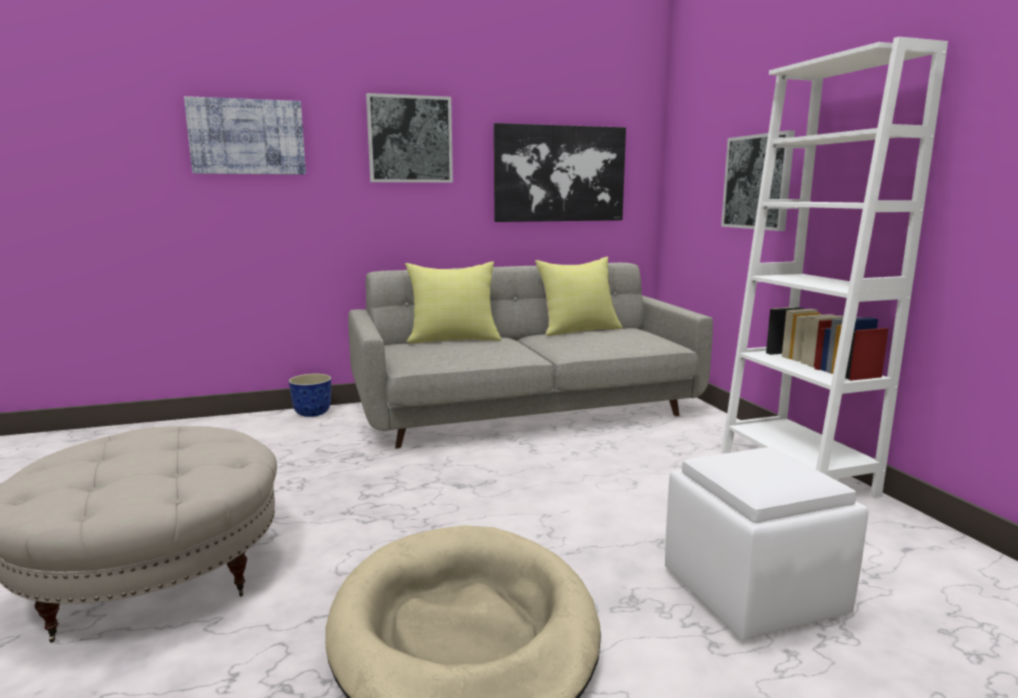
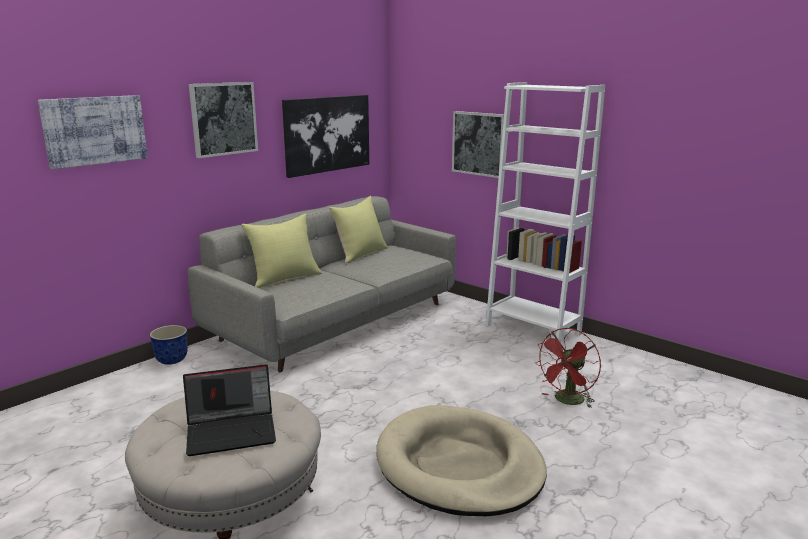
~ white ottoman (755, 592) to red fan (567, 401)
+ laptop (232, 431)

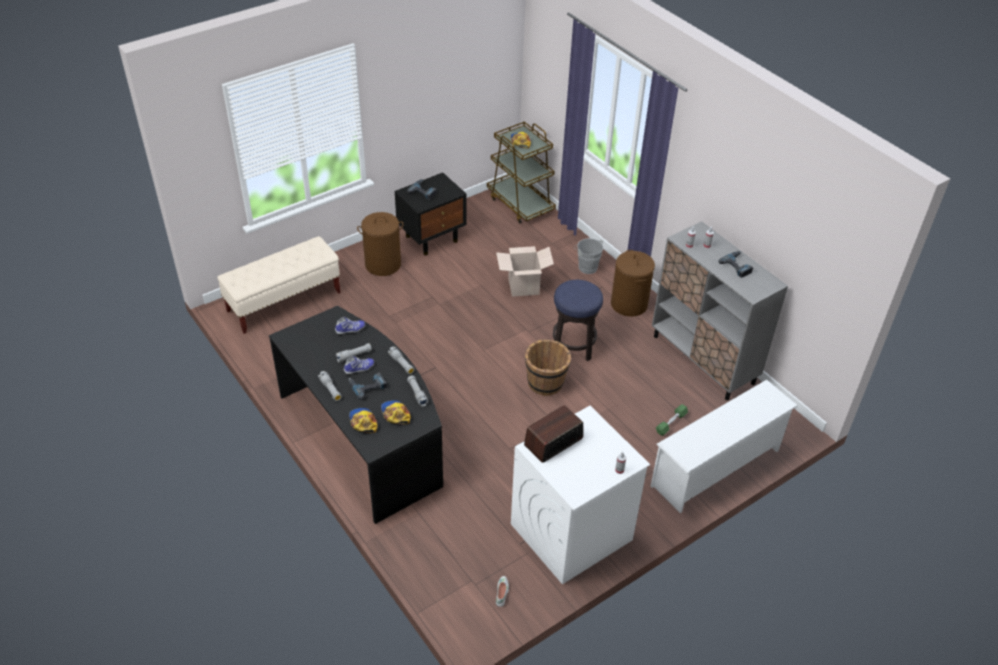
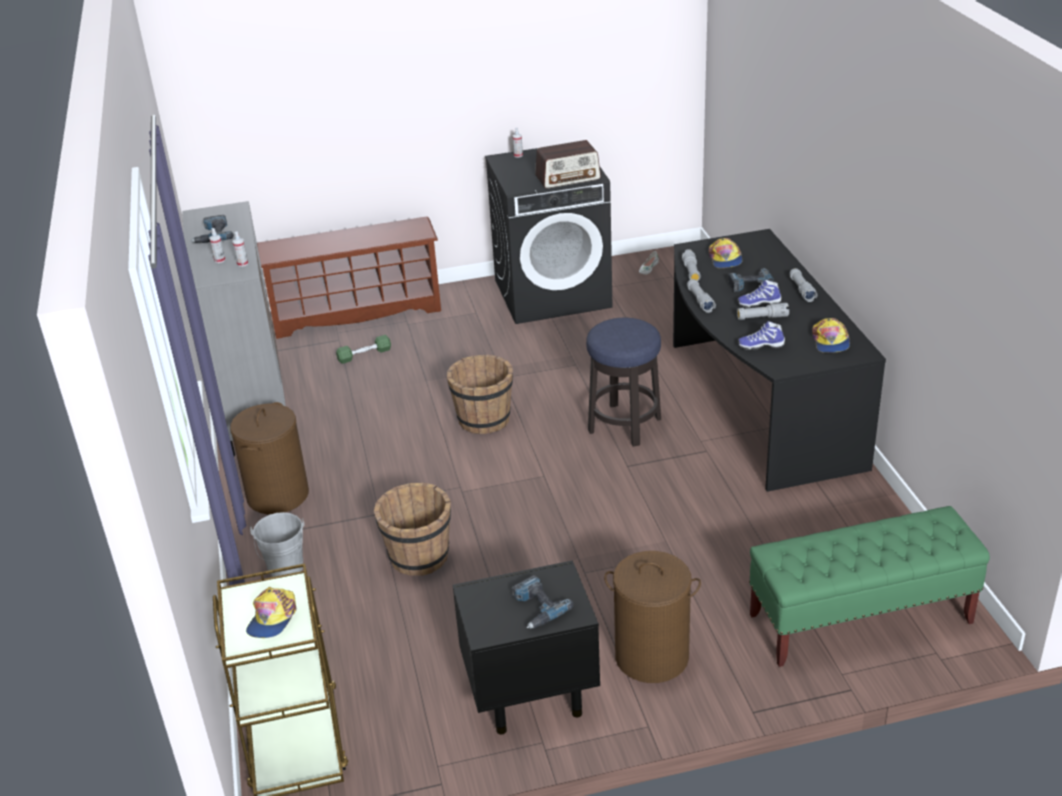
~ beige bench (284, 302) to green bench (859, 619)
~ cardboard box (523, 286) to brown bucket (419, 557)
~ stool (573, 346) to (624, 425)
~ white shoe rack (716, 469) to brown shoe rack (357, 312)
~ white washing machine (571, 532) to black washing machine (553, 293)
~ cap (363, 422) to (830, 341)

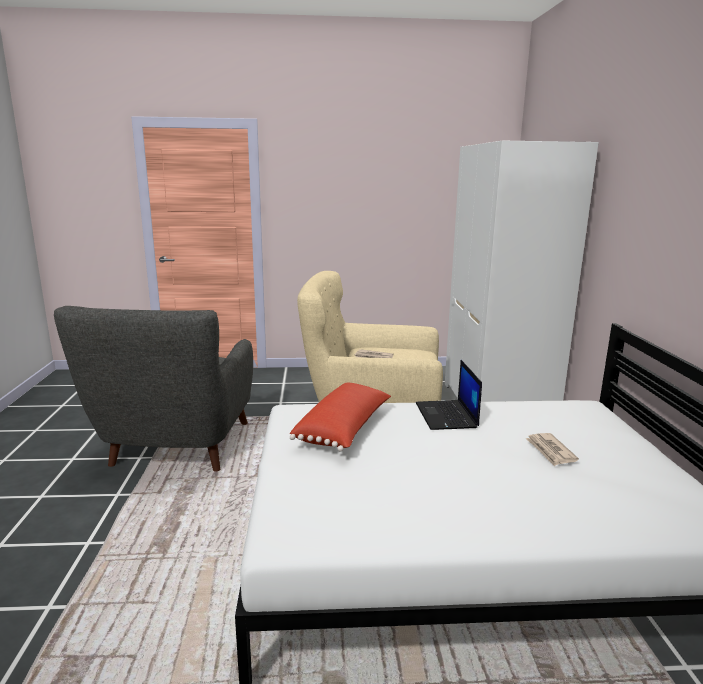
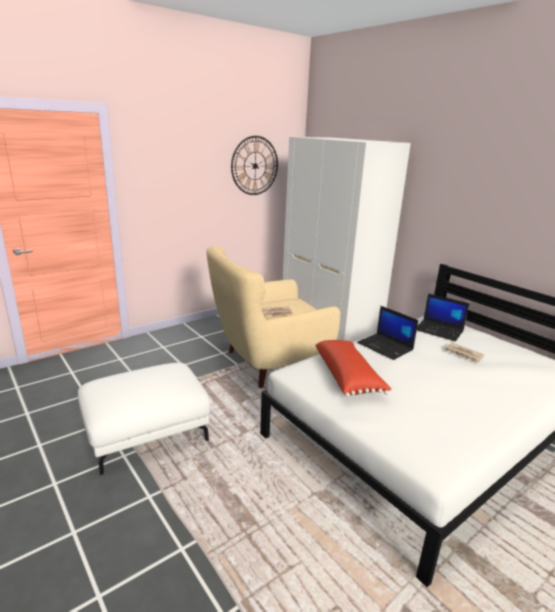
~ grey armchair (177, 448) to white ottoman (146, 434)
+ wall clock (255, 166)
+ laptop (439, 330)

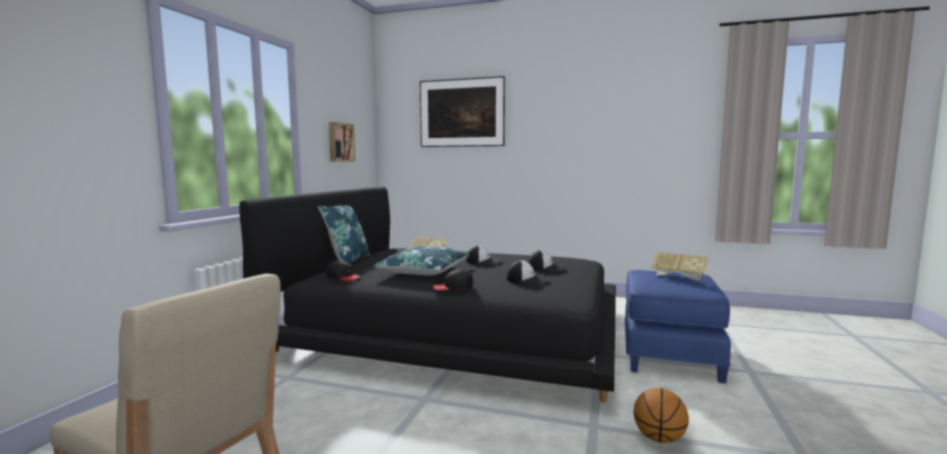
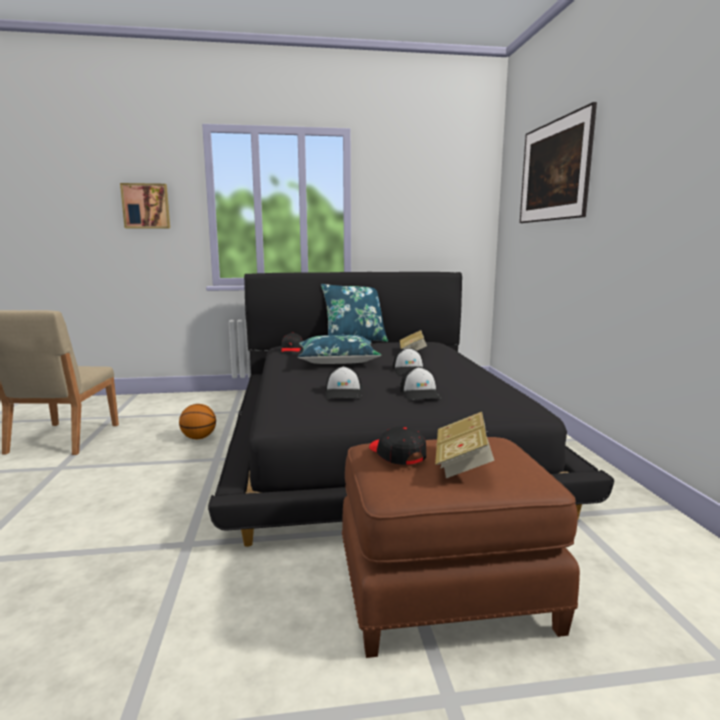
~ picture (340, 142) to (146, 206)
~ black cap (453, 287) to (396, 454)
~ blue ottoman (668, 354) to brown ottoman (444, 589)
~ basketball (659, 438) to (199, 438)

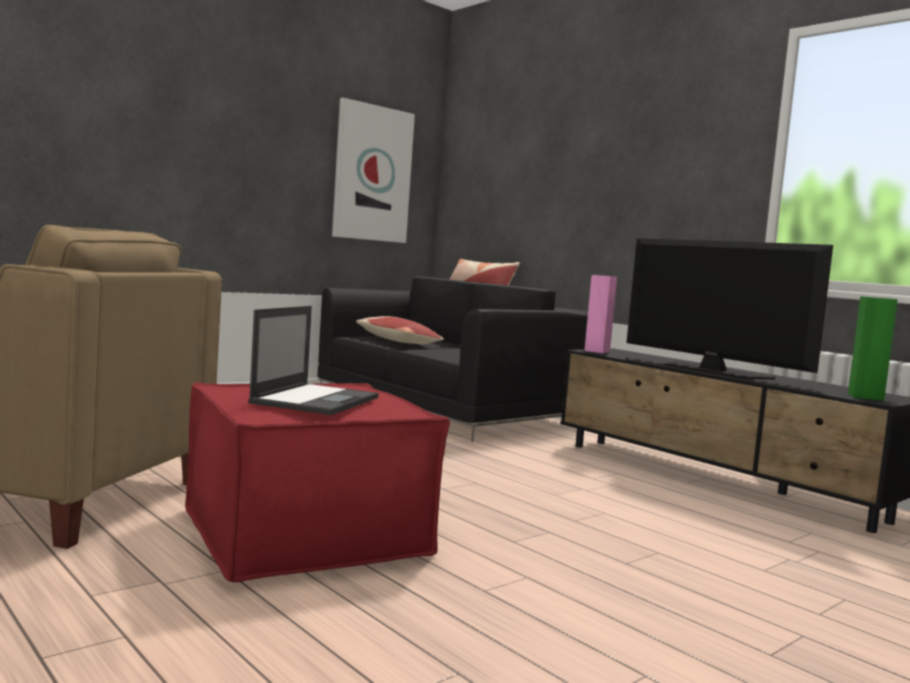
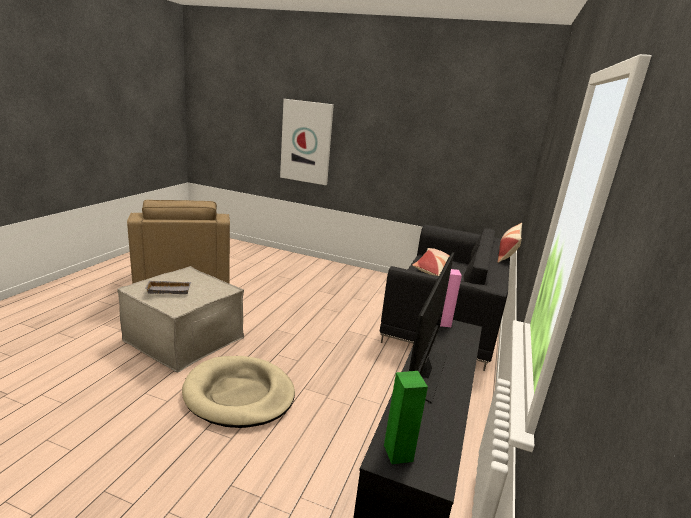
~ picture (372, 173) to (306, 142)
~ laptop (316, 400) to grey tray (169, 289)
~ red ottoman (304, 532) to beige ottoman (185, 339)
+ beige dog bed (239, 395)

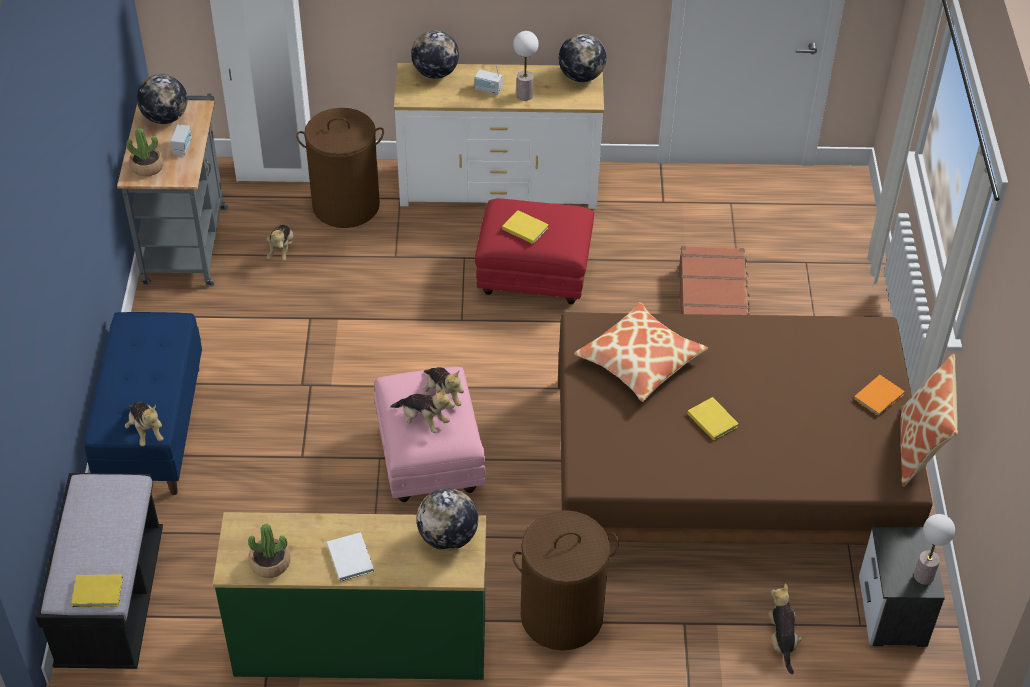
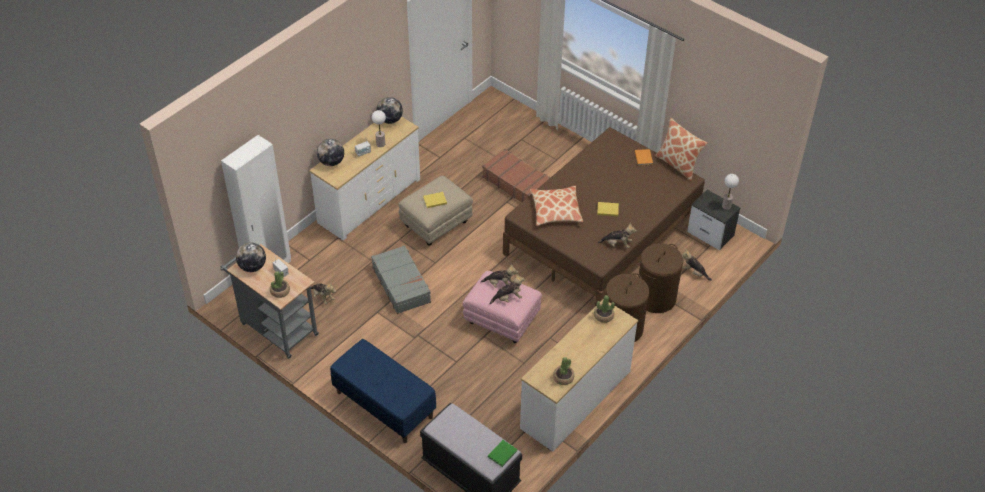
~ brown laundry basket (346, 205) to (655, 298)
~ red ottoman (535, 276) to beige ottoman (436, 223)
~ plush toy (145, 431) to (617, 244)
~ globe (448, 537) to potted plant (603, 316)
~ green dresser (361, 645) to white dresser (576, 400)
- white book (350, 557)
~ yellow book (99, 593) to green book (503, 453)
+ grey suitcase (401, 284)

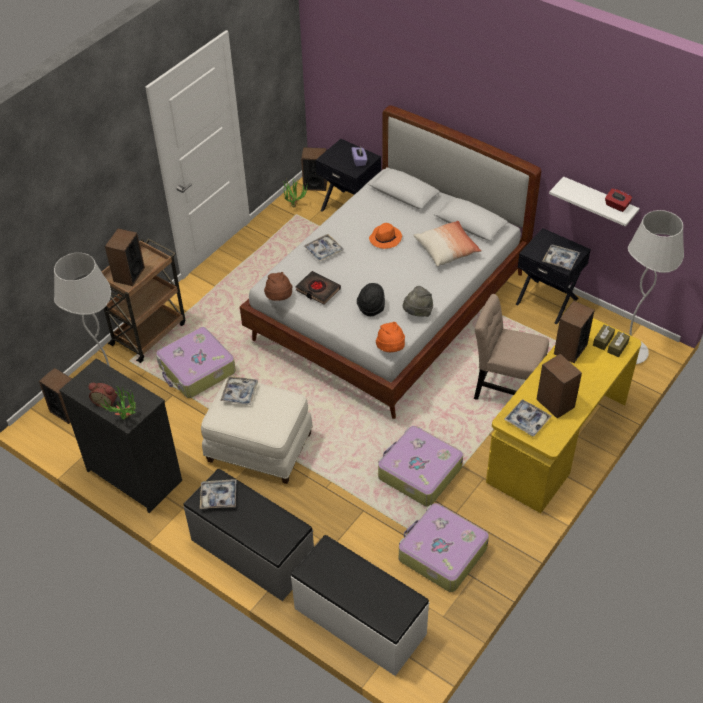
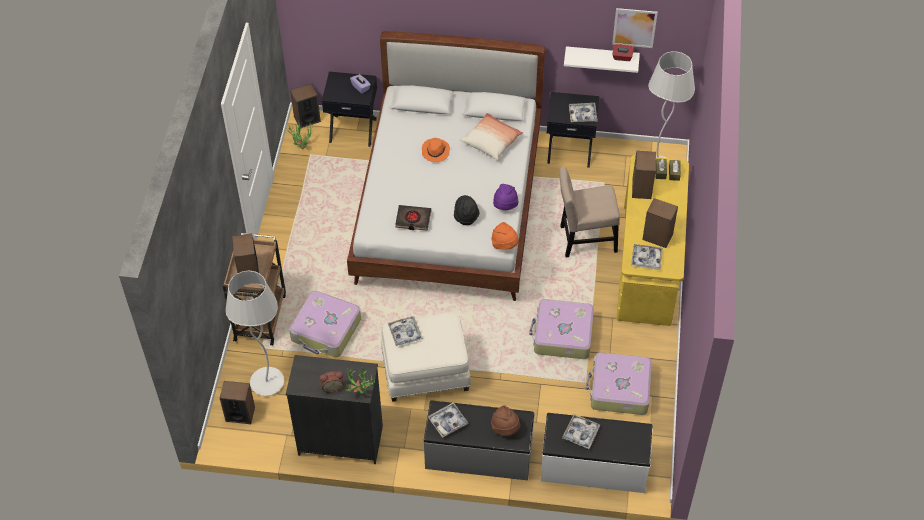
~ tray (323, 251) to (581, 433)
~ brown hat (279, 298) to (505, 428)
~ grey hat (417, 313) to purple hat (505, 206)
+ picture (634, 27)

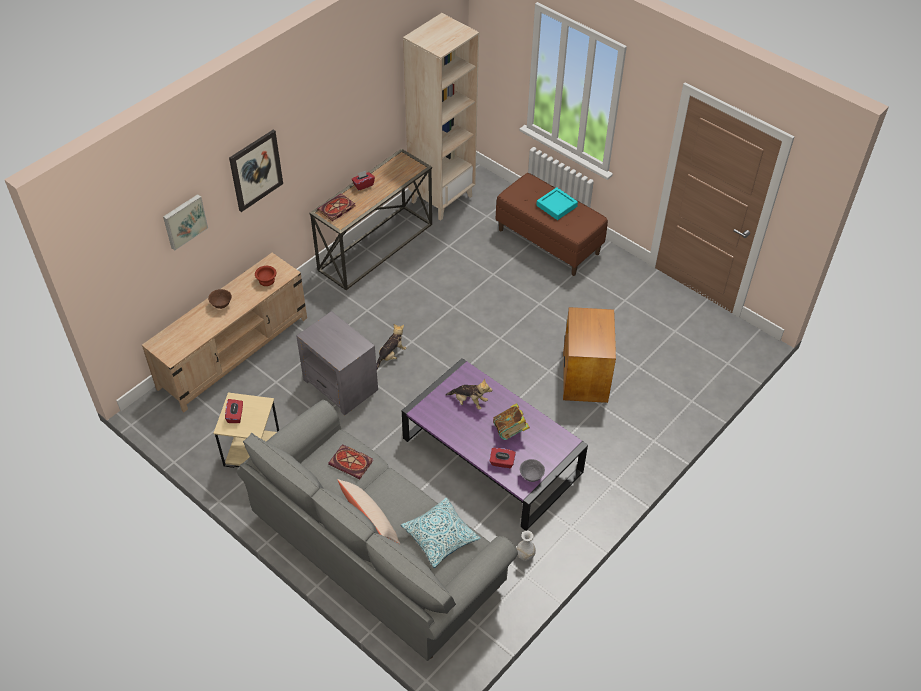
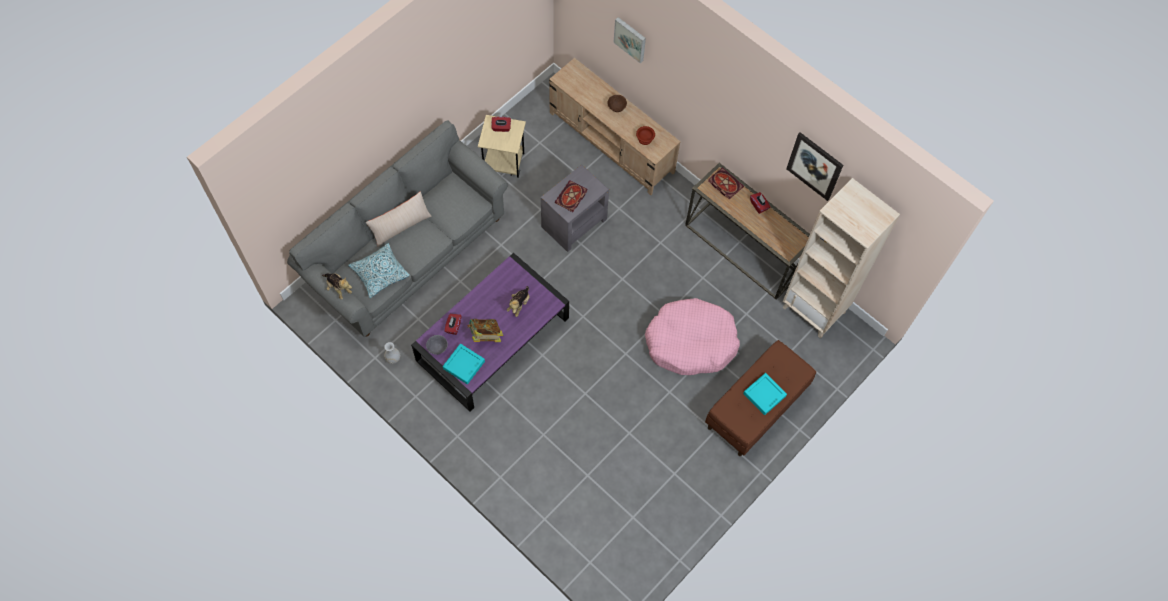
~ picture (256, 170) to (814, 166)
- brown side table (584, 377)
~ plush toy (391, 355) to (338, 288)
~ book (352, 462) to (571, 198)
+ pink dog bed (690, 342)
+ turquoise tray (464, 365)

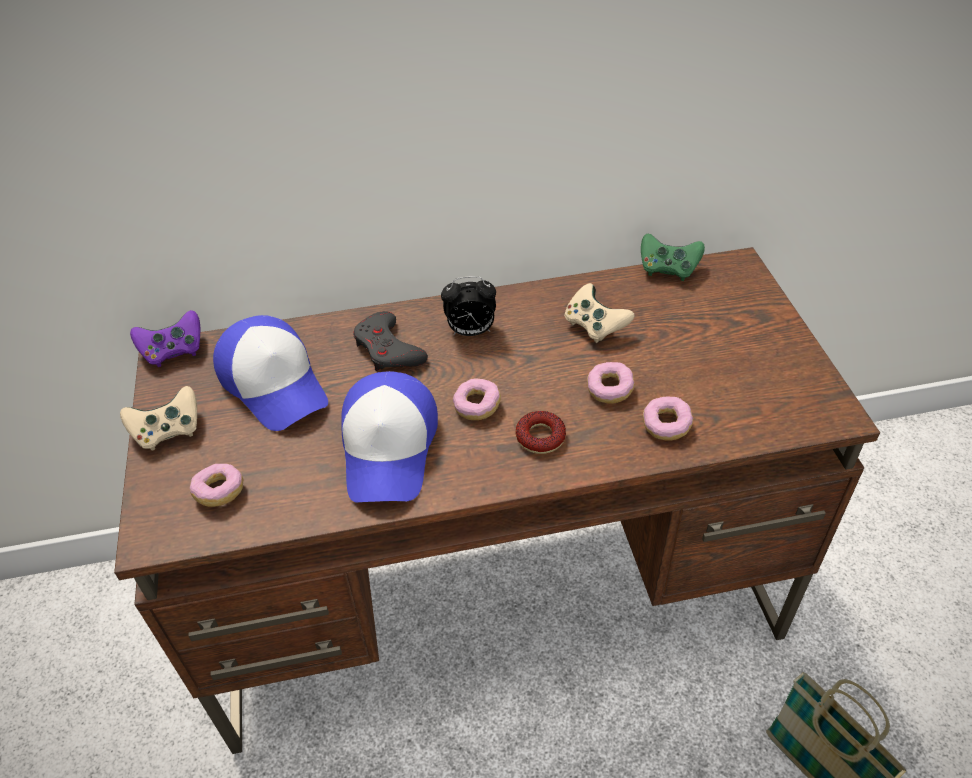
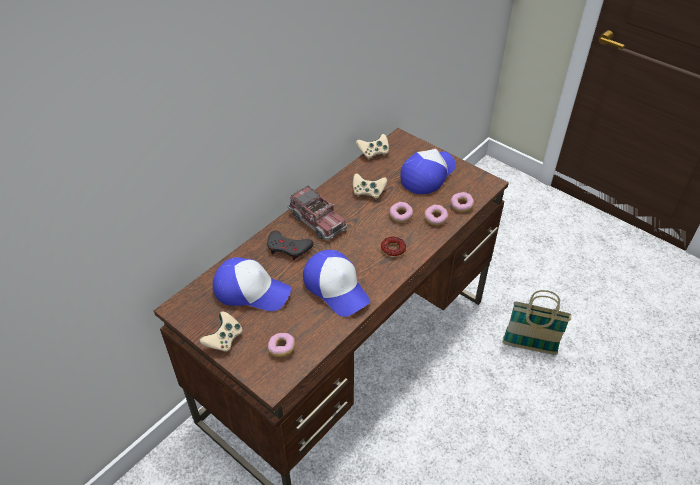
~ green game controller (667, 269) to beige game controller (373, 153)
~ alarm clock (470, 331) to toy truck (317, 221)
- purple game controller (173, 351)
~ donut (477, 406) to (461, 206)
+ cap (427, 175)

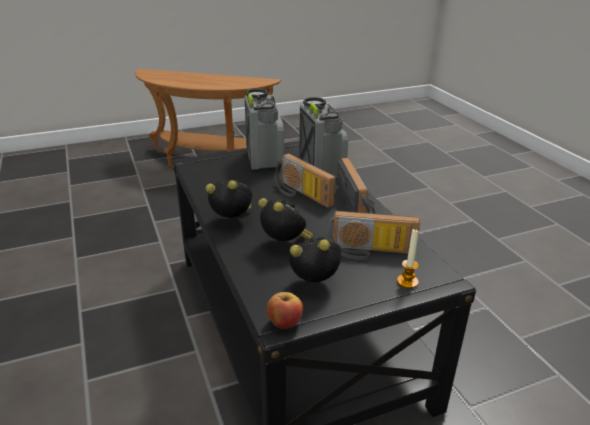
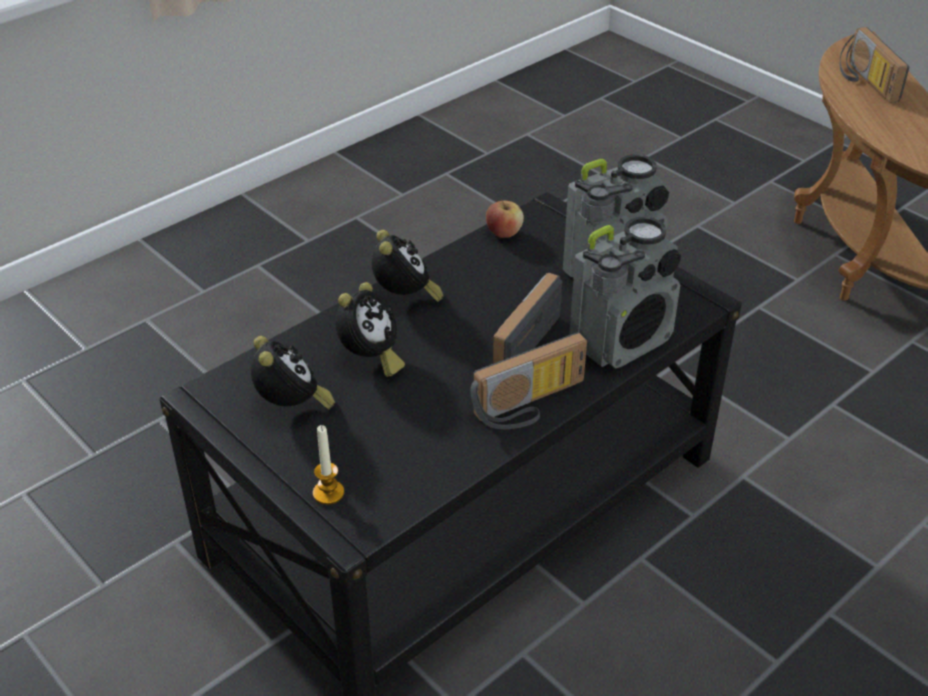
~ radio (370, 252) to (864, 81)
~ apple (284, 322) to (504, 233)

